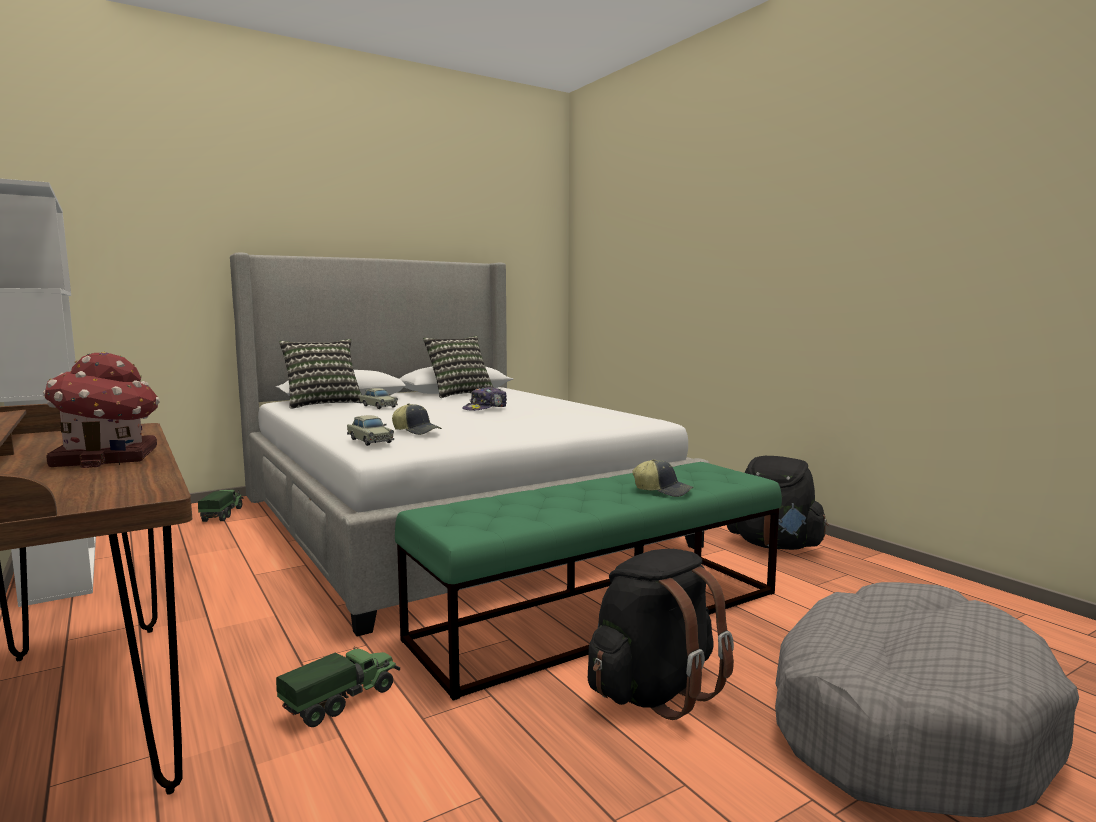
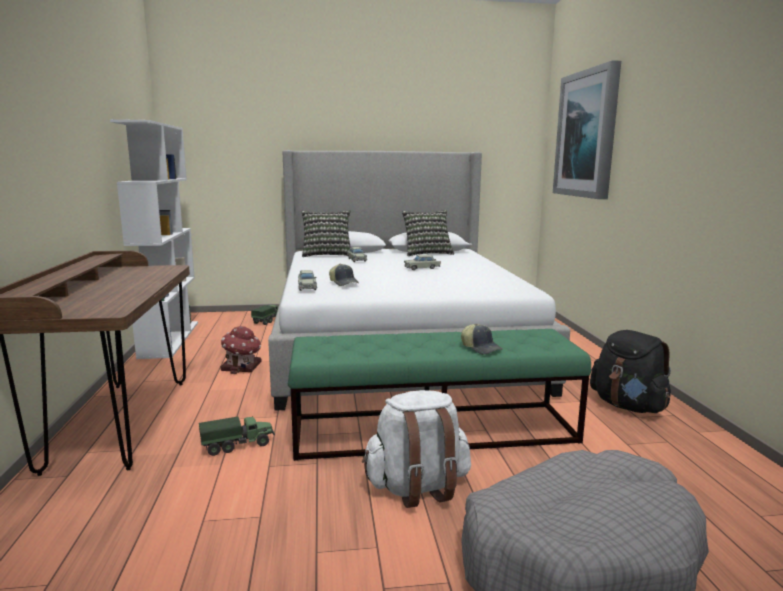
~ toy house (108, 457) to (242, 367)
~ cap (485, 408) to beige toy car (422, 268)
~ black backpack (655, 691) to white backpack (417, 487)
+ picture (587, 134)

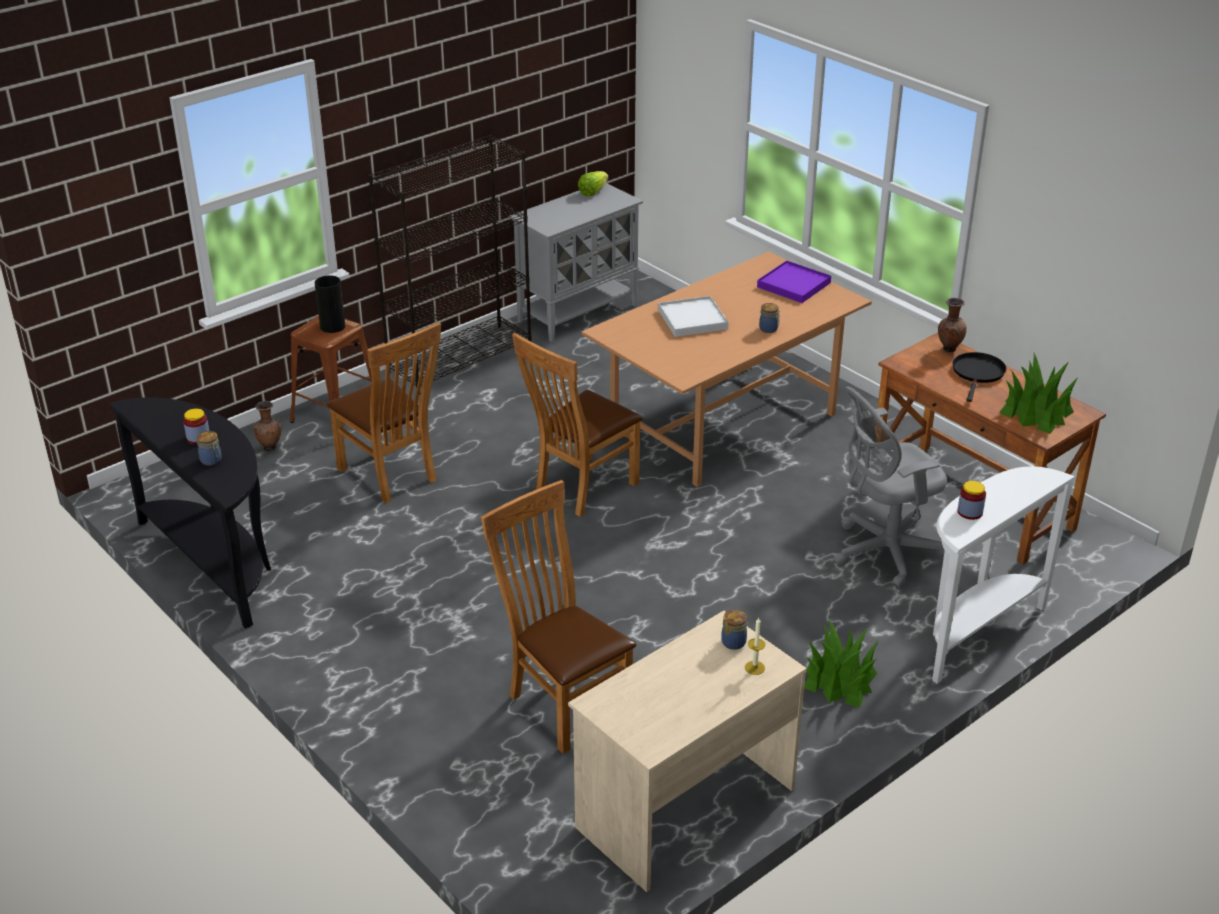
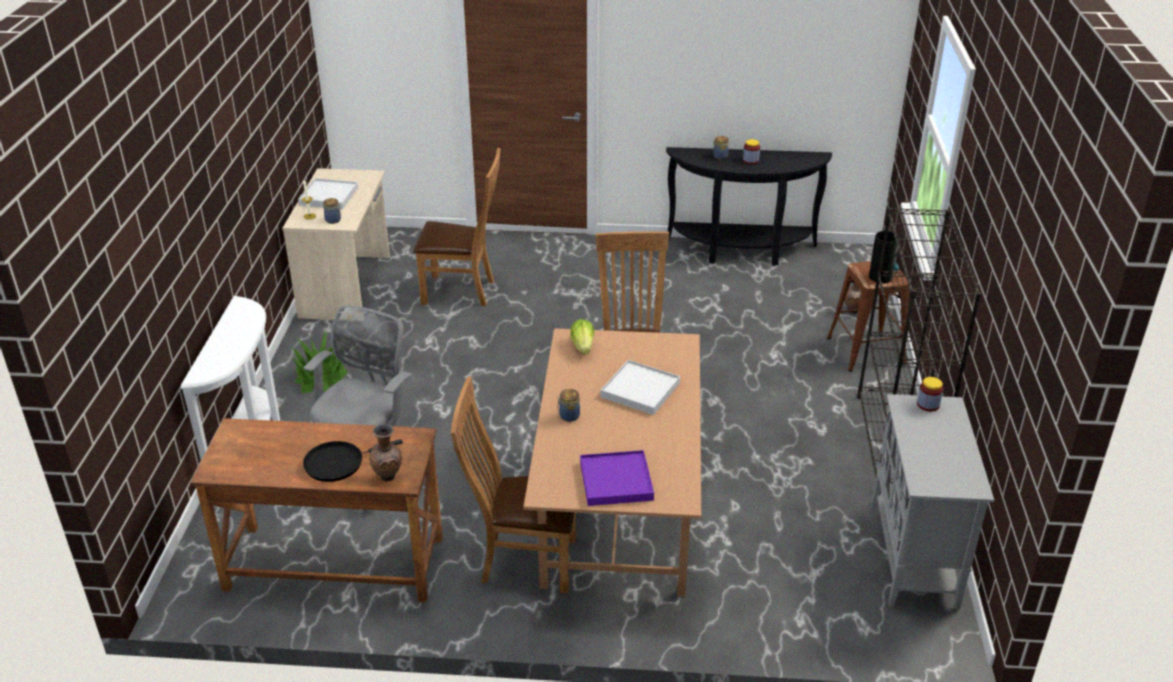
~ lettuce (592, 192) to (583, 346)
~ brown chair (392, 476) to (522, 561)
~ black frying pan (978, 373) = (338, 463) 90 degrees clockwise
- potted plant (1036, 412)
~ jar (970, 512) to (928, 404)
+ white tray (329, 196)

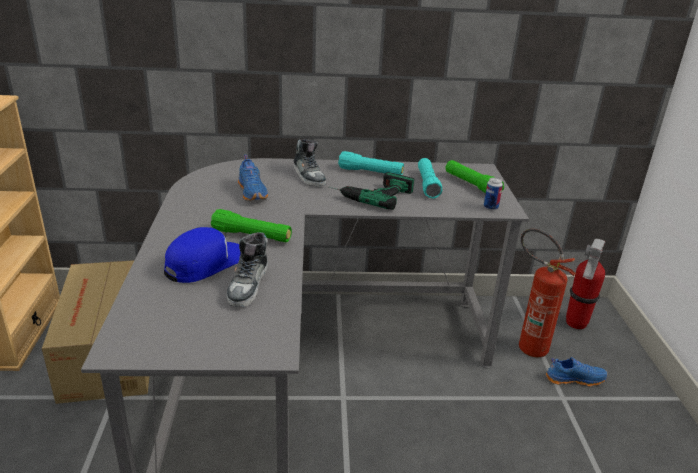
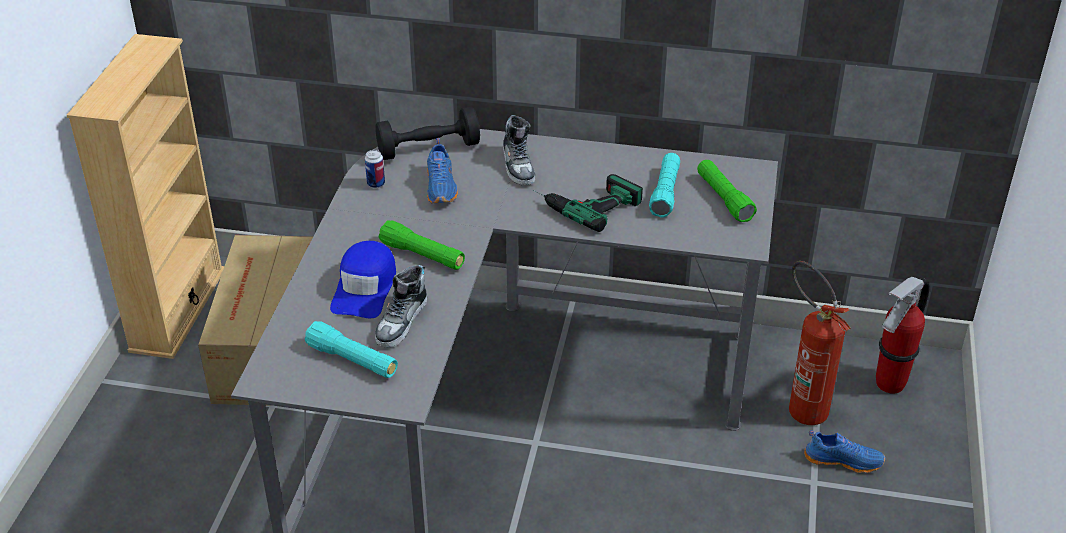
~ turquoise flashlight (370, 172) to (352, 360)
~ can (490, 207) to (376, 184)
~ blue cap (206, 263) = (365, 288) 135 degrees clockwise
+ black dumbbell (428, 149)

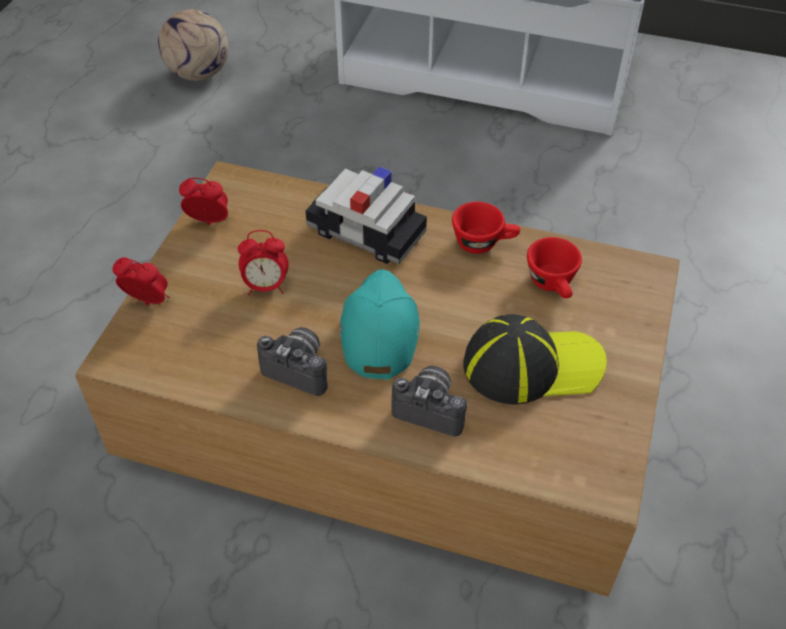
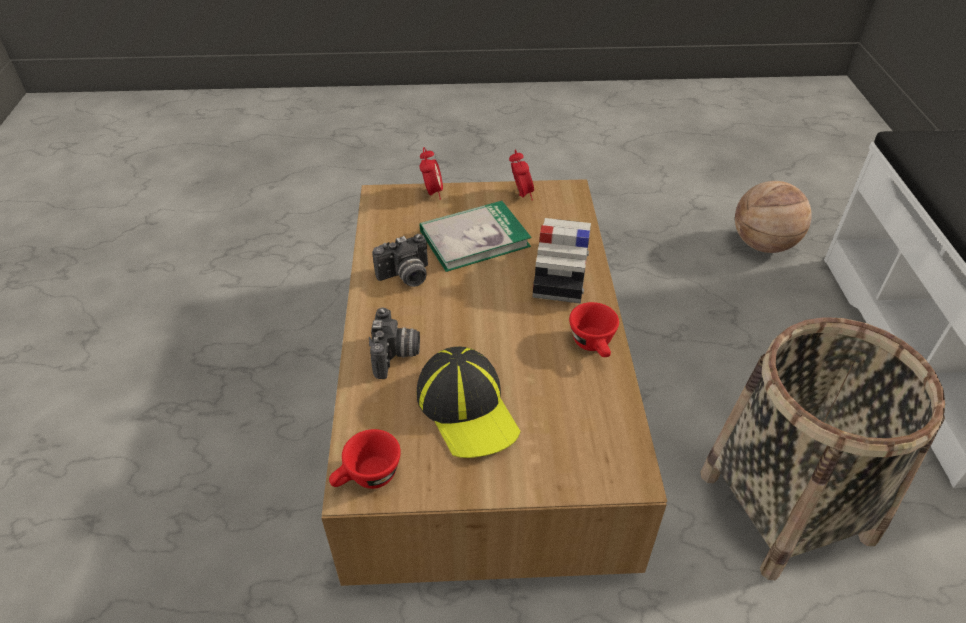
- football (198, 73)
~ alarm clock (266, 286) to book (474, 239)
~ red cup (553, 285) to (367, 478)
- turquoise cap (378, 330)
~ photo camera (300, 368) = (406, 277) 60 degrees clockwise
+ basketball (763, 244)
+ basket (785, 506)

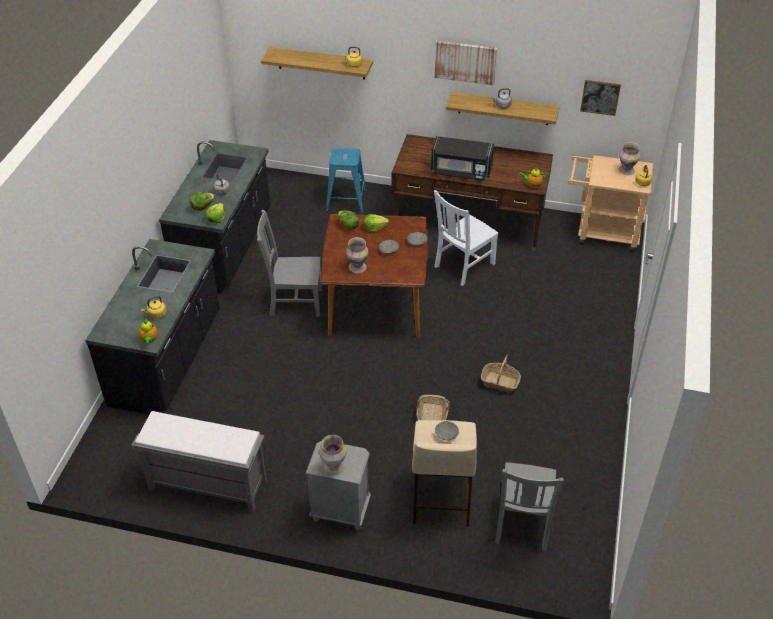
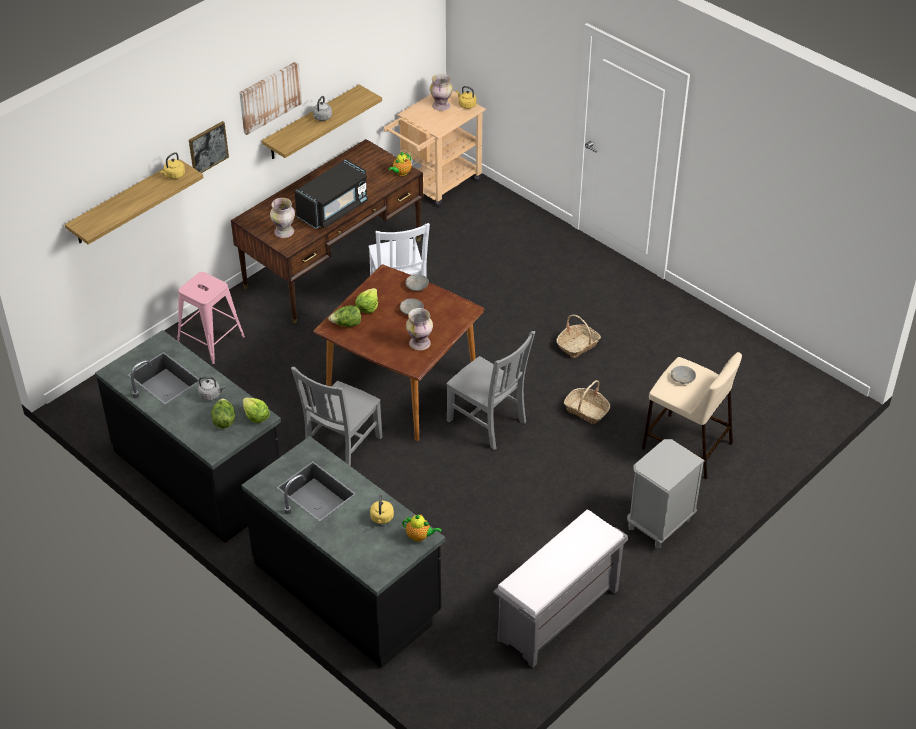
~ picture (600, 97) to (208, 148)
~ blue stool (346, 200) to pink stool (211, 341)
~ vase (333, 467) to (284, 232)
~ grey chair (522, 523) to (488, 422)

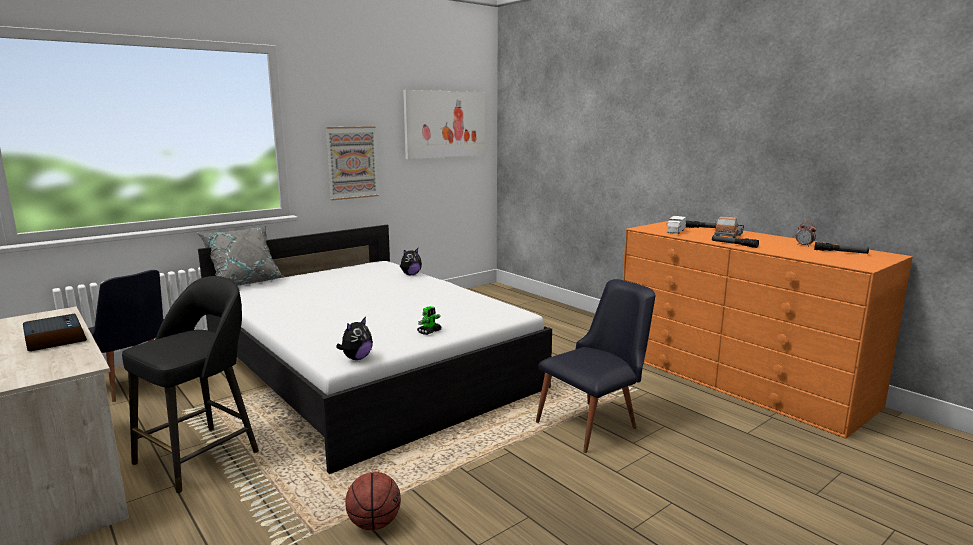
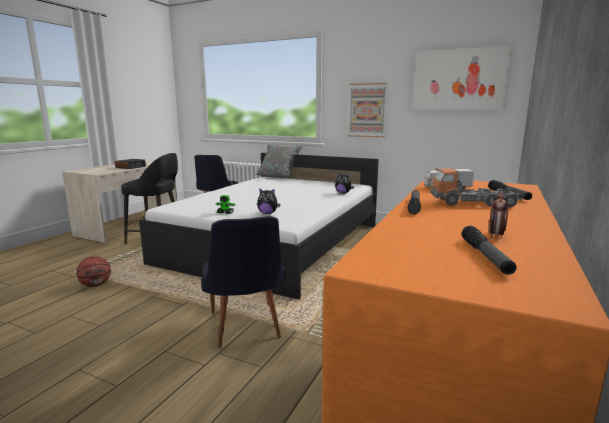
~ black chair (594, 423) = (245, 329) 45 degrees clockwise
~ plush toy (356, 358) to (268, 213)

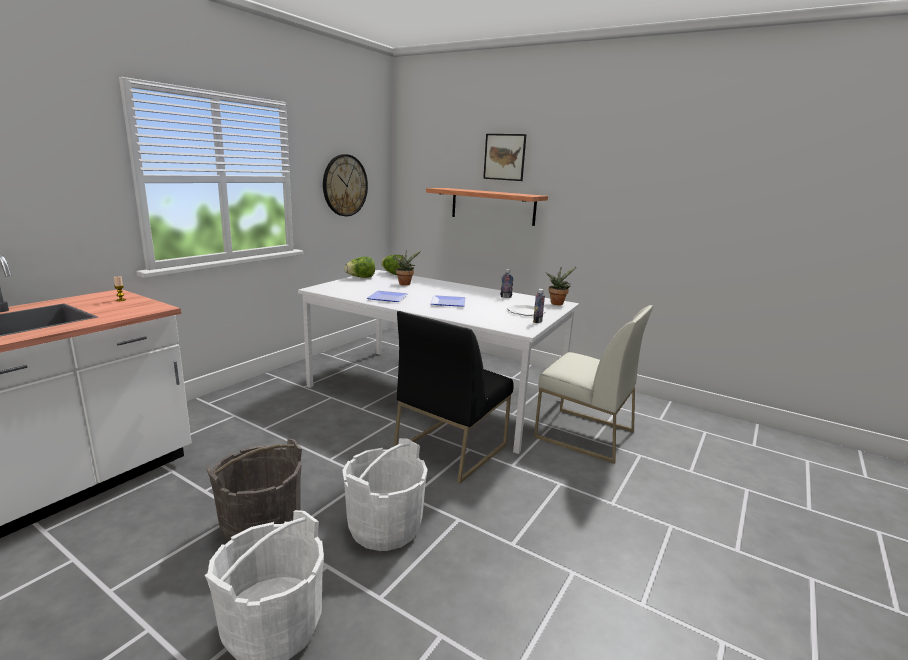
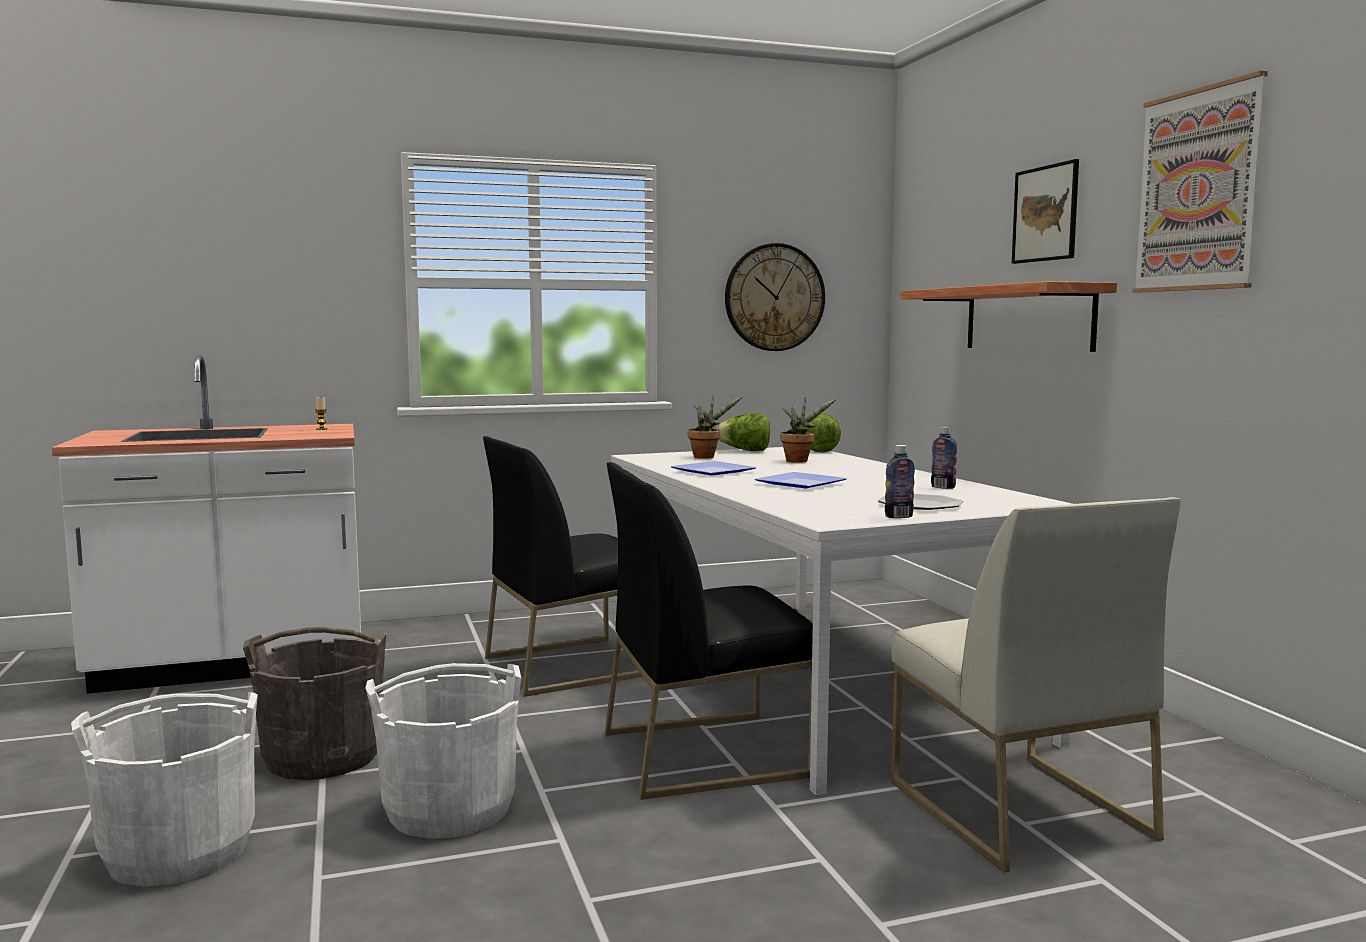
~ potted plant (557, 303) to (707, 457)
+ picture (1198, 190)
+ black chair (569, 665)

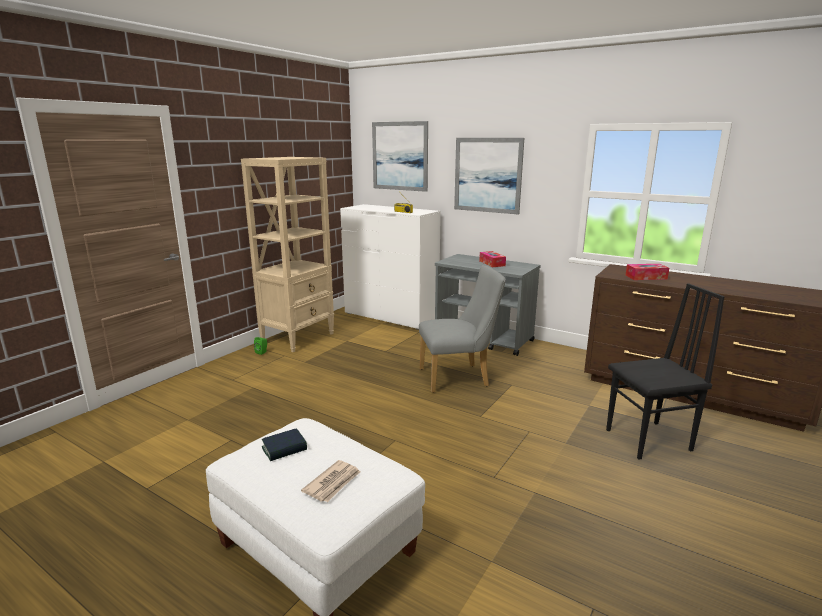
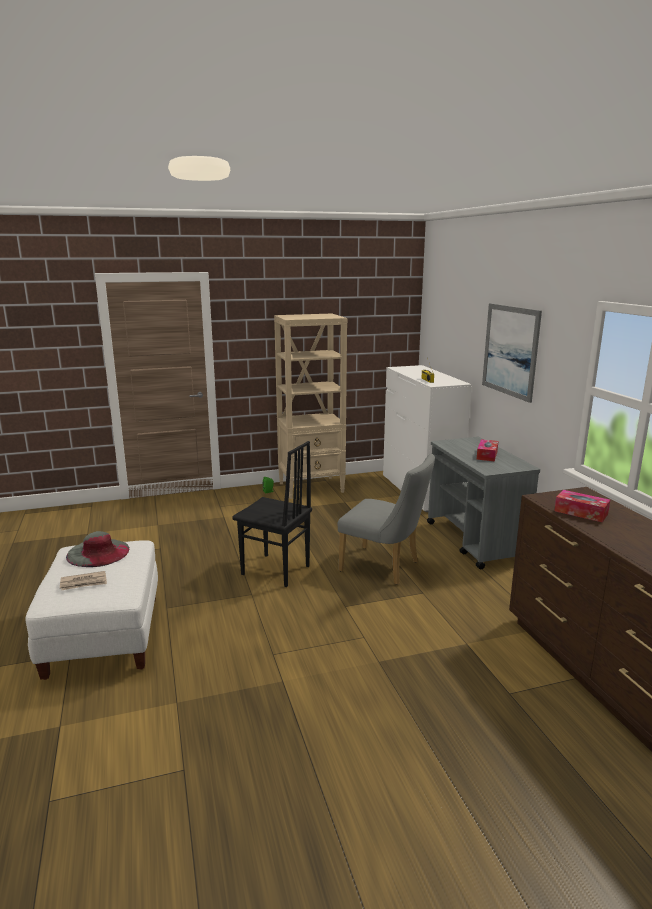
- picture (400, 156)
~ black chair (649, 440) to (275, 571)
~ book (284, 449) to grey hat (98, 552)

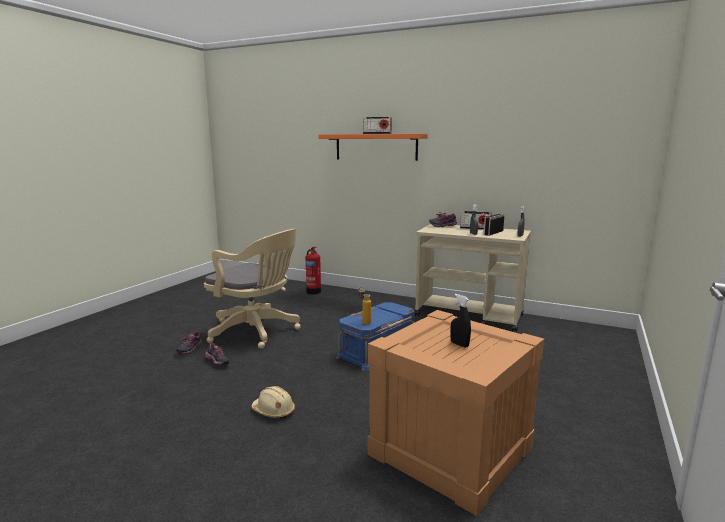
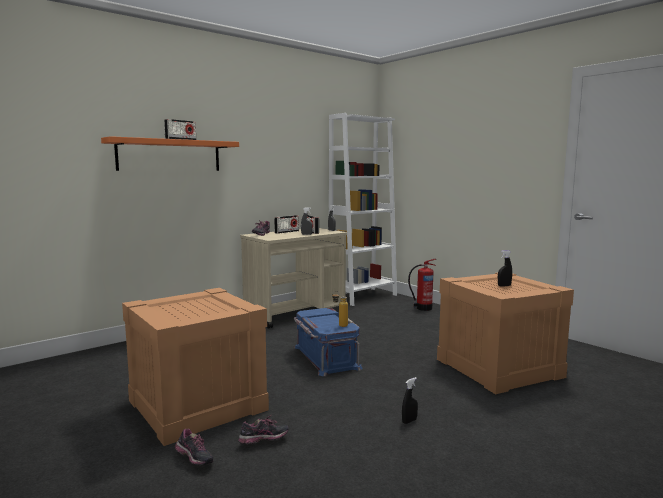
~ beige office chair (257, 332) to crate (198, 405)
~ fire extinguisher (313, 291) to (422, 308)
~ beige hard hat (274, 411) to black spray bottle (409, 421)
+ white bookcase (363, 296)

